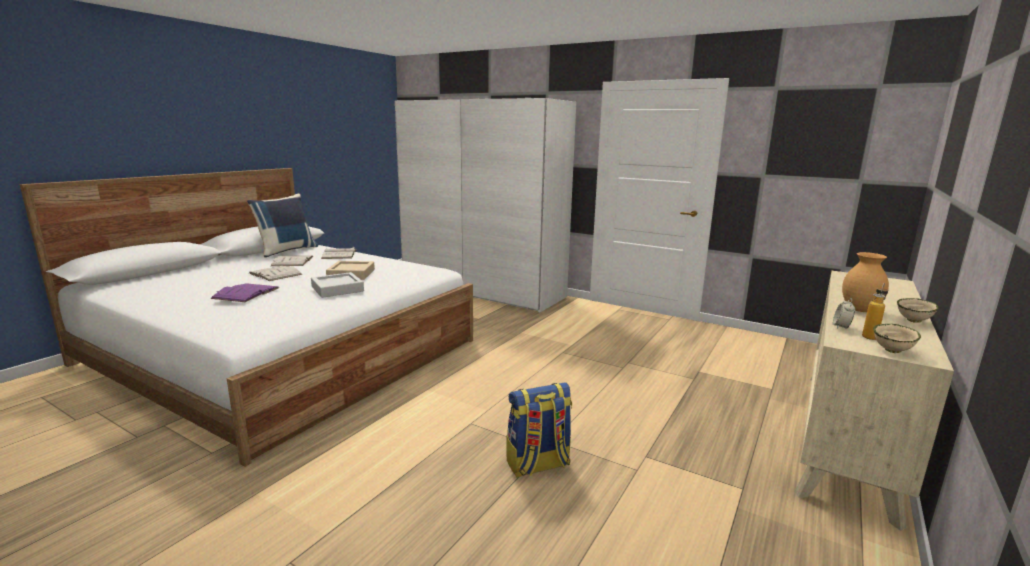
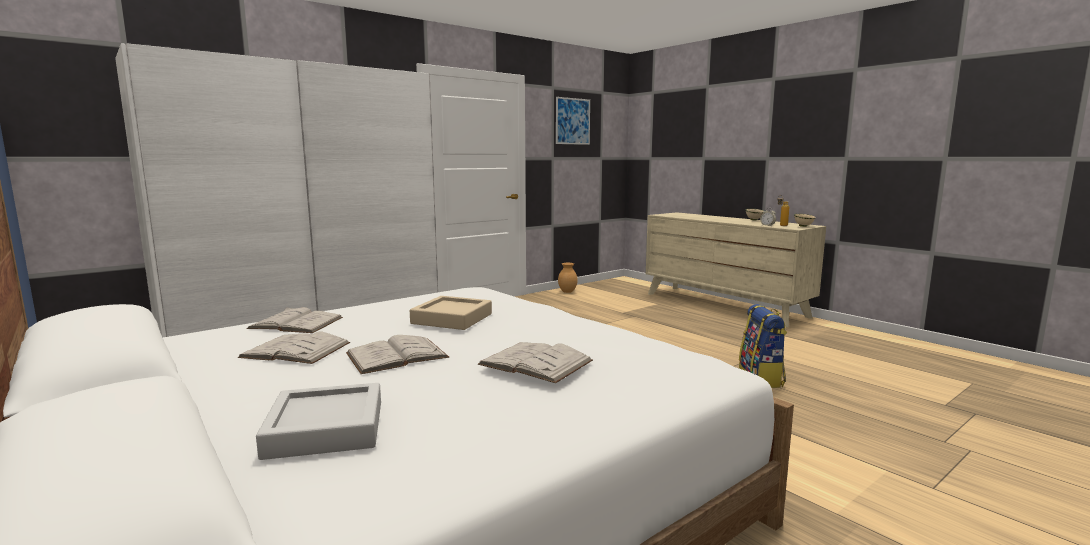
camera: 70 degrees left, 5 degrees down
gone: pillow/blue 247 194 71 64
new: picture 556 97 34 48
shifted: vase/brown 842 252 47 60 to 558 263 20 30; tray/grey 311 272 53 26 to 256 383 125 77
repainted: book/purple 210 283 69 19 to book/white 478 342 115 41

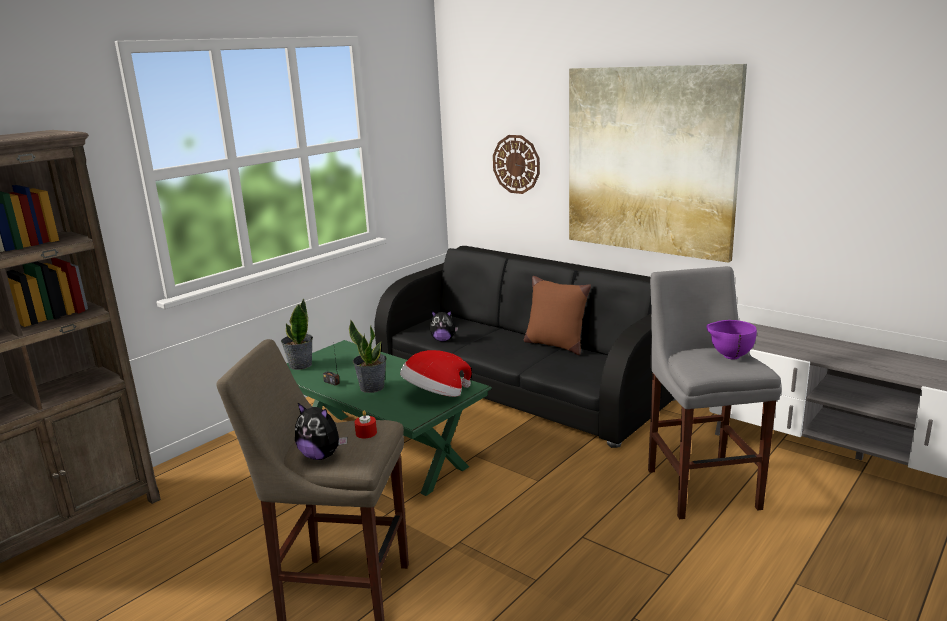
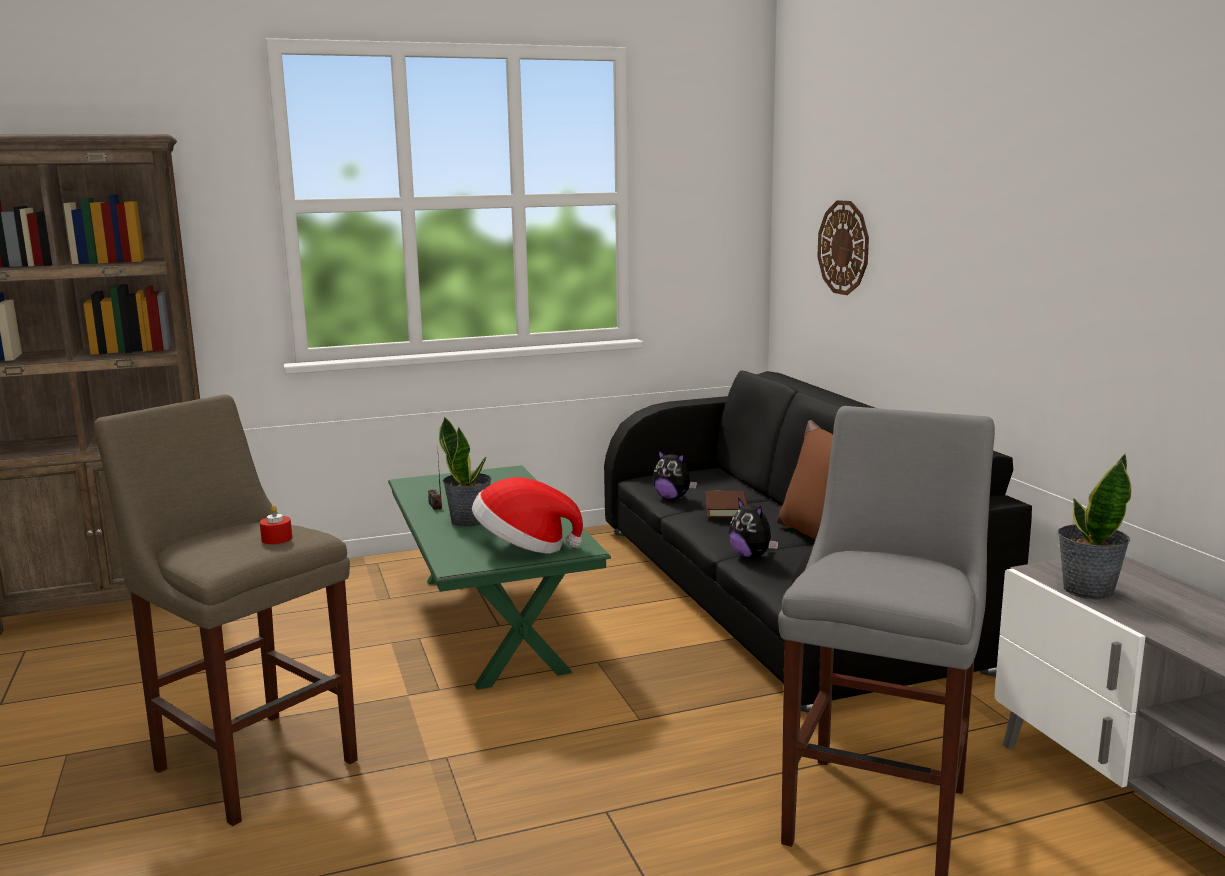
camera: 30 degrees right, 5 degrees down
gone: picture 569 64 178 199; bowl/purple 706 320 51 39
new: book/brown 705 491 43 27
shifted: potted plant 281 299 32 71 to 1058 453 73 147; plush toy 295 403 52 57 to 729 498 49 61

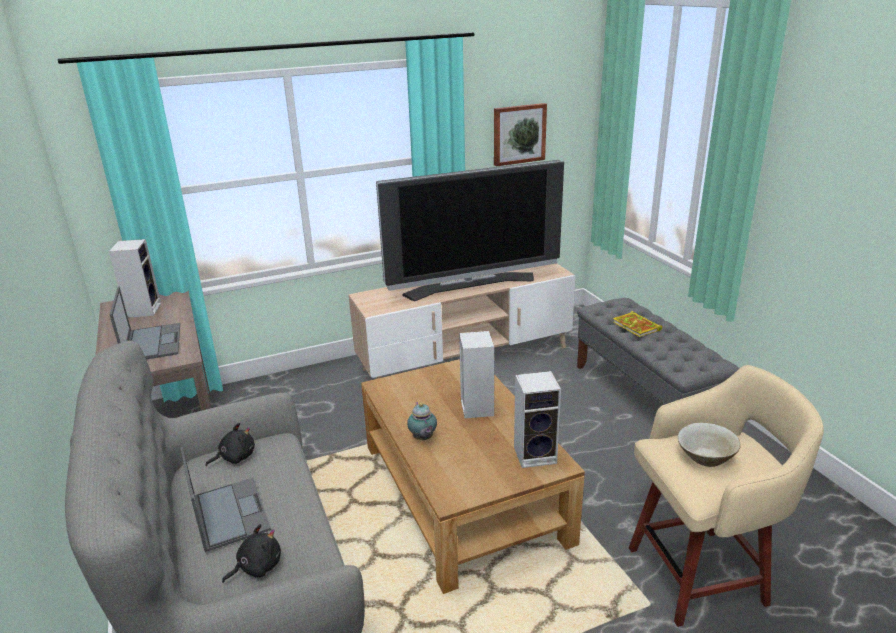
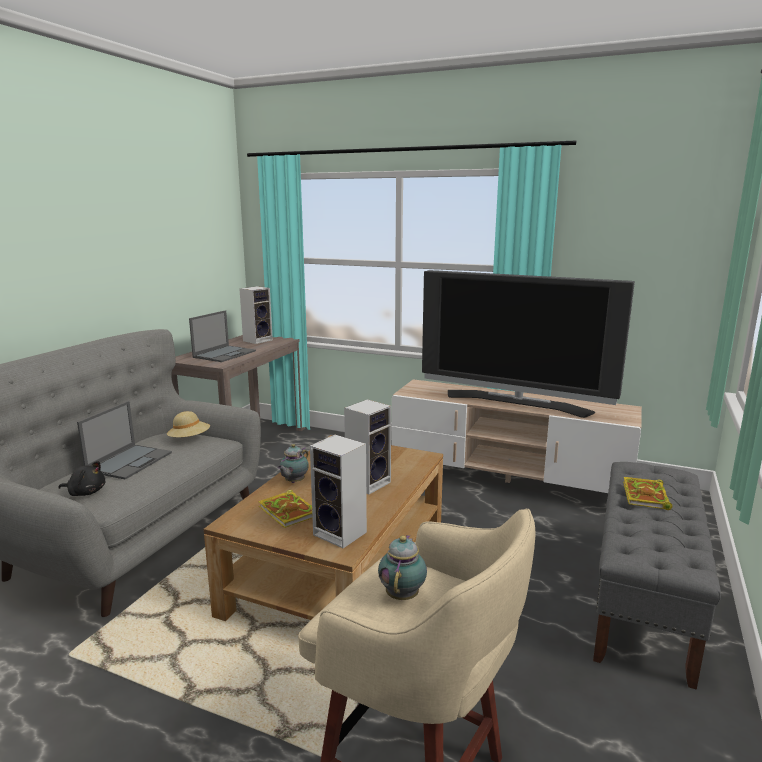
camera: 45 degrees right, 10 degrees down
gone: picture 494 103 53 64
new: book 259 490 54 38
swapped: plush toy/black 206 423 49 43 to hat/beige 167 411 43 26; bowl/beige 678 423 63 44 to teapot 378 535 49 65

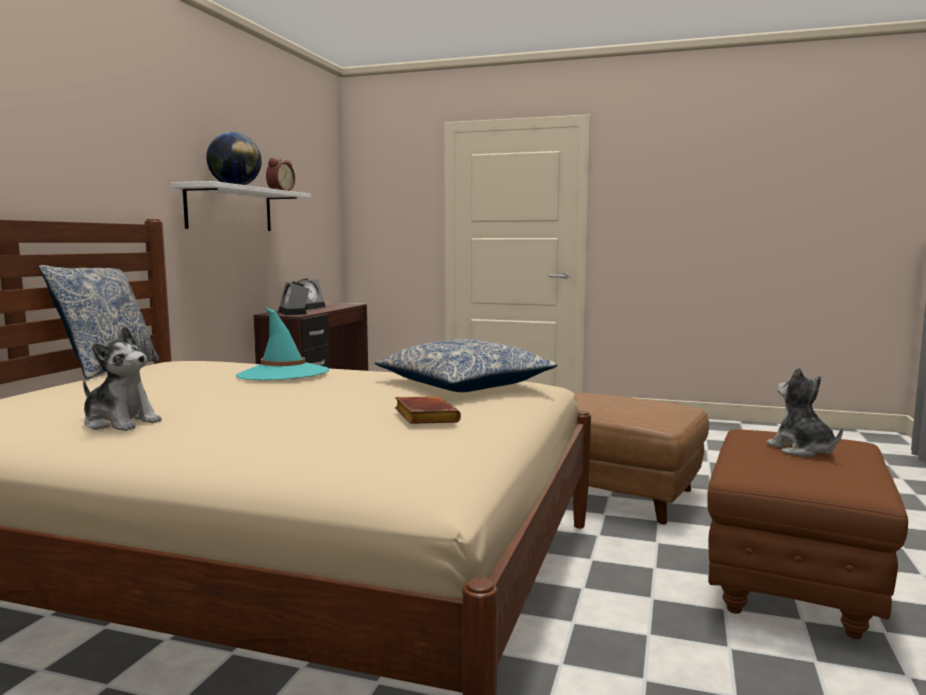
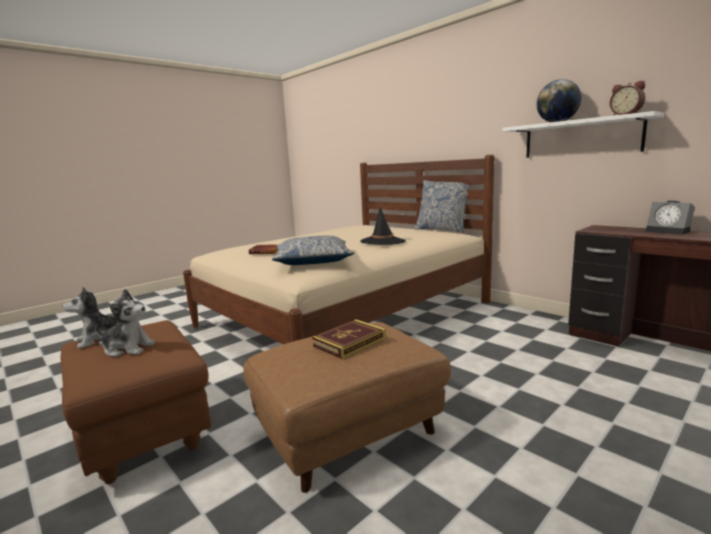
camera: 120 degrees right, 5 degrees up
gone: alarm clock 278 281 32 34
new: book 312 319 74 40
shifted: plush toy 83 326 79 105 to 62 287 56 62
repainted: hat/turquoise 236 307 93 73 to hat/black 360 207 46 38

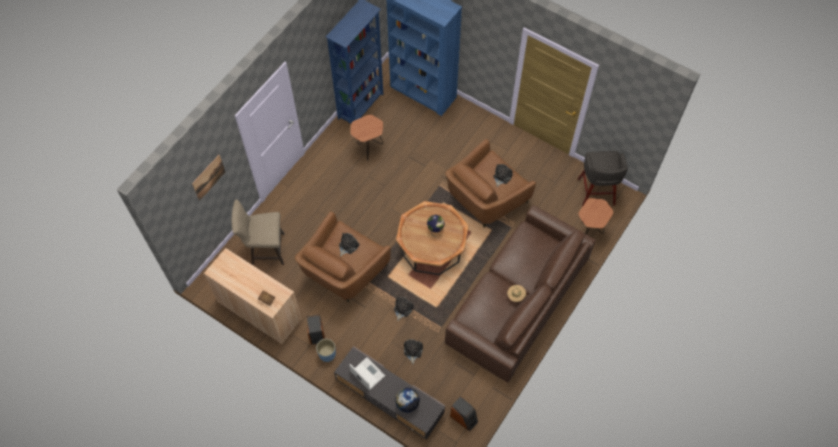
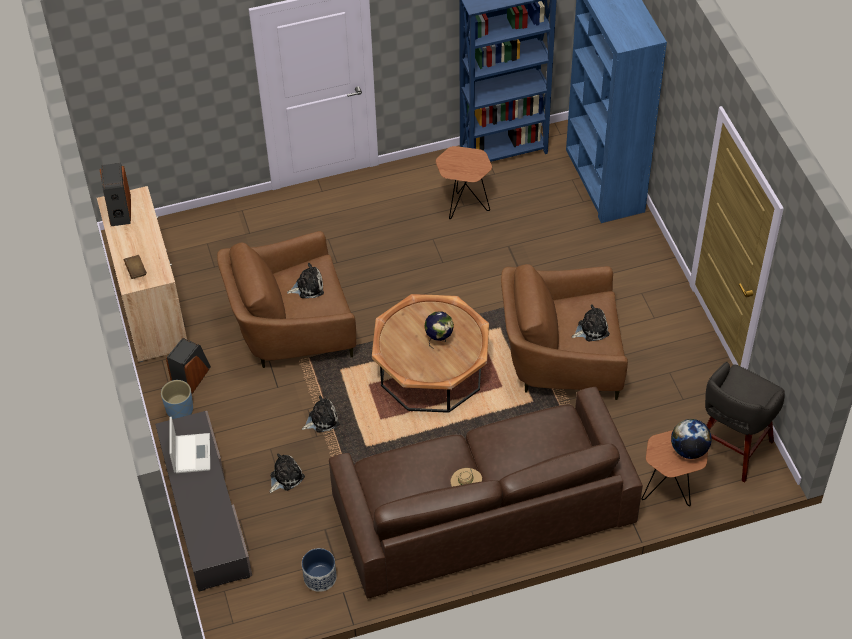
camera: 40 degrees right, 10 degrees down
gone: picture 192 155 33 46; stool/beige 231 199 54 66
new: planter 302 548 35 44
shifted: globe 395 388 25 25 to 671 419 41 40; speaker 450 396 28 35 to 100 163 31 63

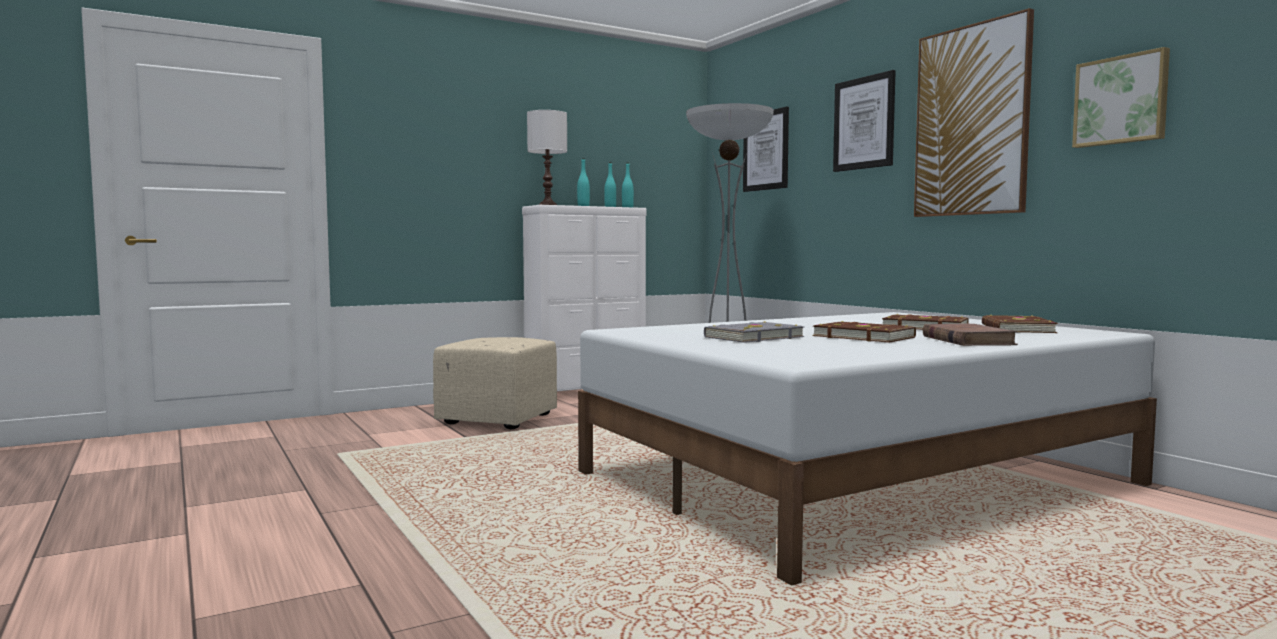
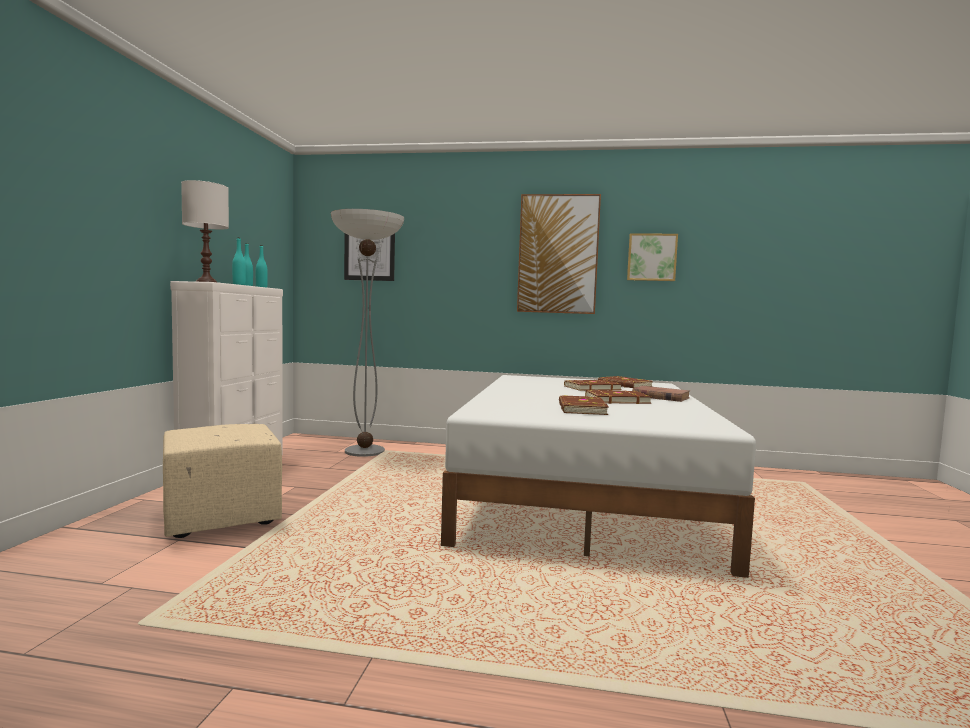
camera: 50 degrees left, 0 degrees up
gone: picture 833 70 63 102
repainted: book/grey 704 321 100 22 to book/brown 559 395 50 20

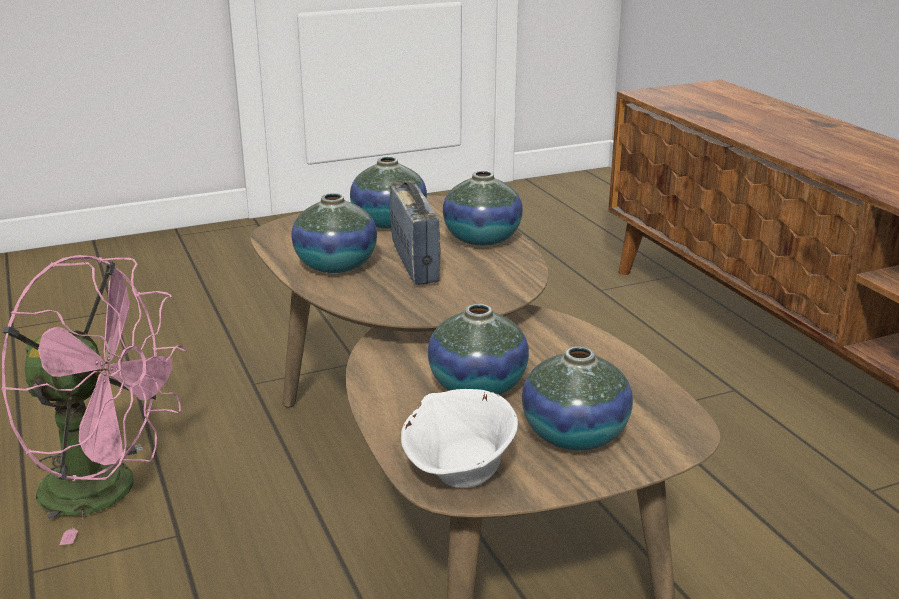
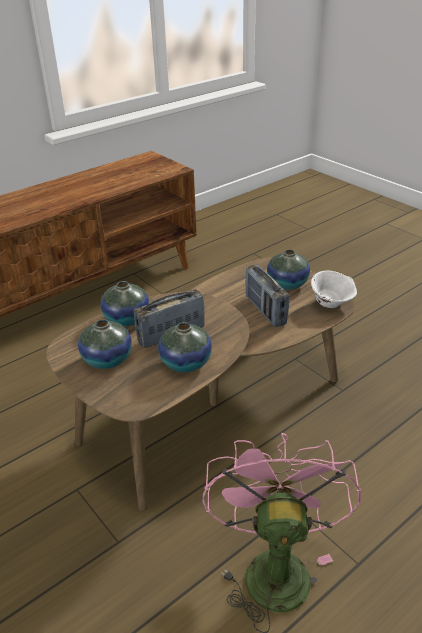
camera: 105 degrees left, 10 degrees up
swapped: vase 428 304 101 91 to radio 245 265 44 62

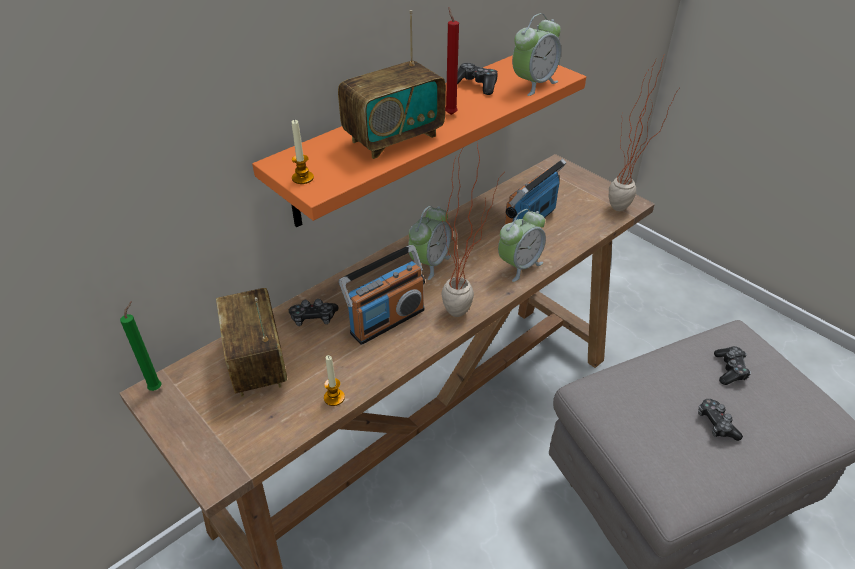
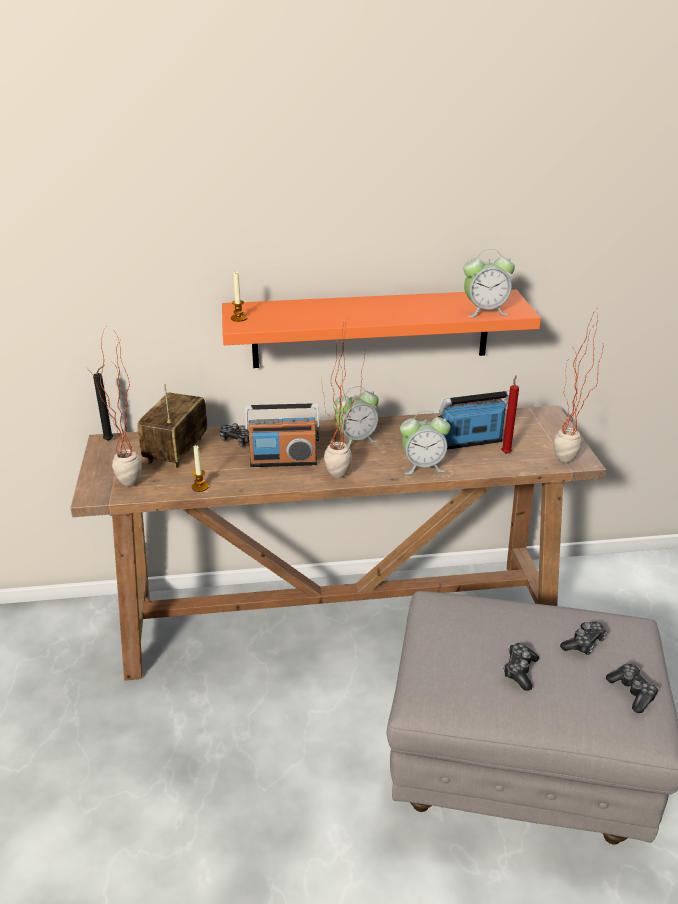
camera: 35 degrees right, 10 degrees down
gone: radio 338 10 108 149
new: potted plant 93 327 49 160
shifted: candle/red 445 7 14 108 to 501 375 18 79; game controller 457 63 41 32 to 606 663 53 50
repainted: candle/green 120 301 42 90 to candle/black 93 365 20 76

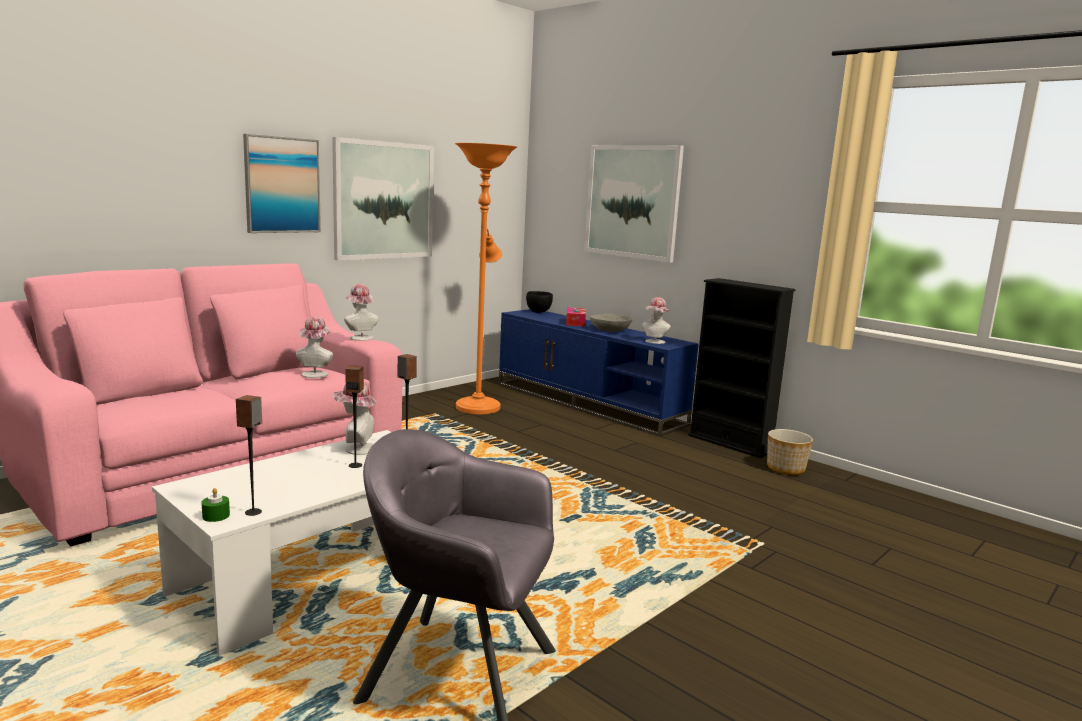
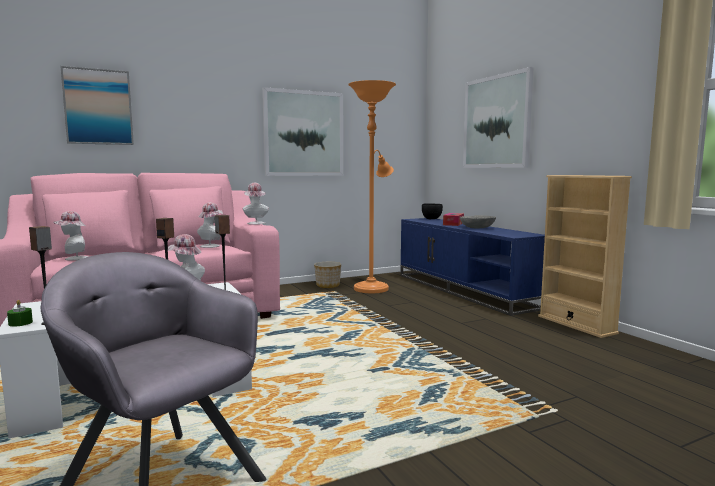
camera: 20 degrees right, 5 degrees down
shifted: picture 243 134 78 99 to 60 66 74 79; hat 643 297 28 47 to 53 211 36 50; planter 767 429 46 46 to 314 262 27 26
repainted: bookcase/black 688 278 108 180 to bookcase/beige 538 175 94 163

